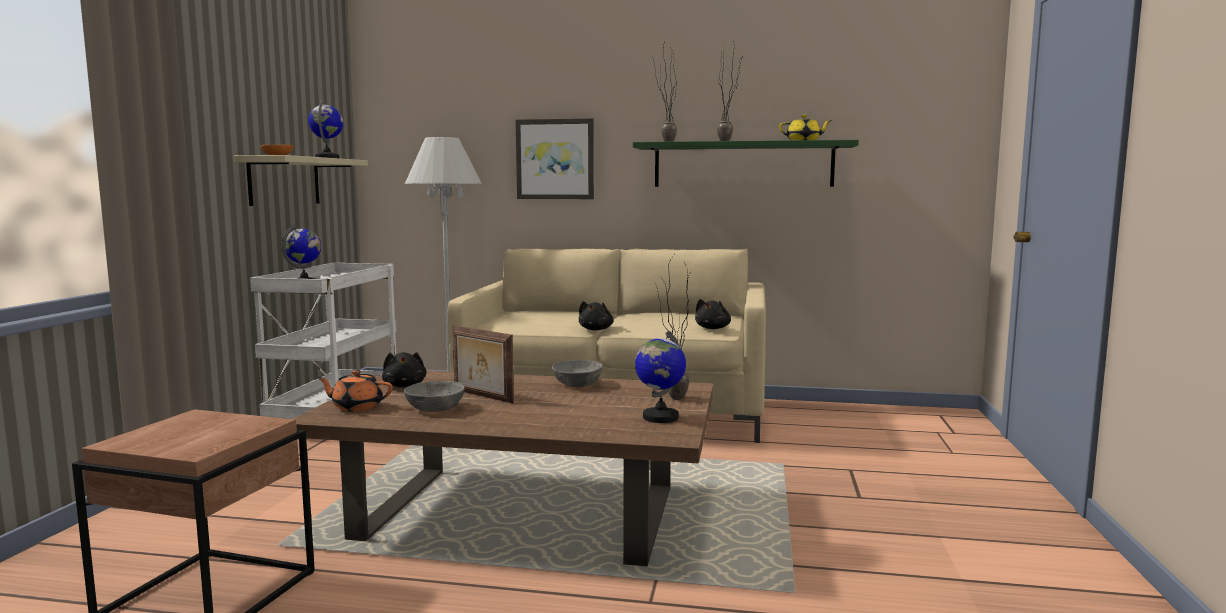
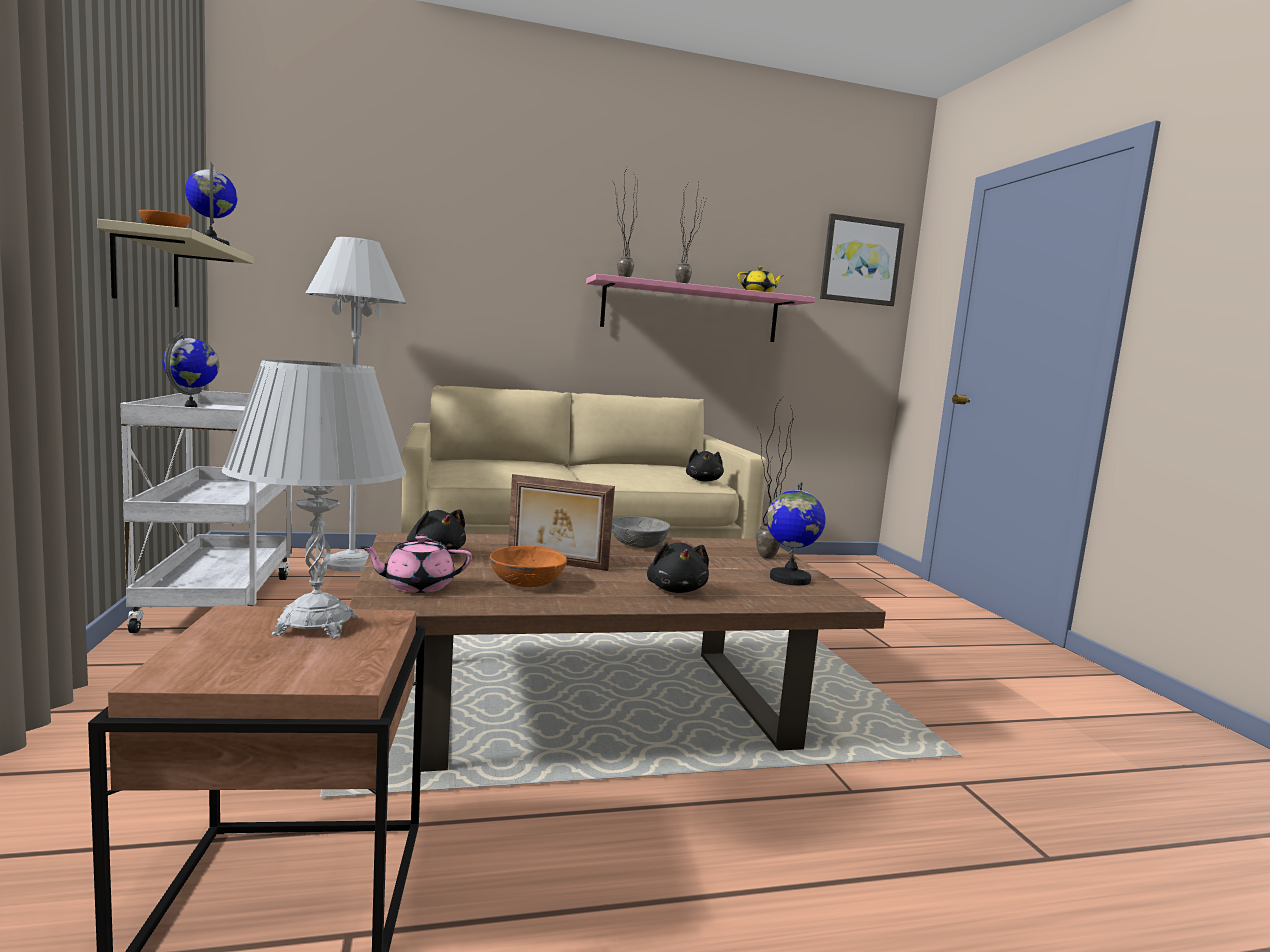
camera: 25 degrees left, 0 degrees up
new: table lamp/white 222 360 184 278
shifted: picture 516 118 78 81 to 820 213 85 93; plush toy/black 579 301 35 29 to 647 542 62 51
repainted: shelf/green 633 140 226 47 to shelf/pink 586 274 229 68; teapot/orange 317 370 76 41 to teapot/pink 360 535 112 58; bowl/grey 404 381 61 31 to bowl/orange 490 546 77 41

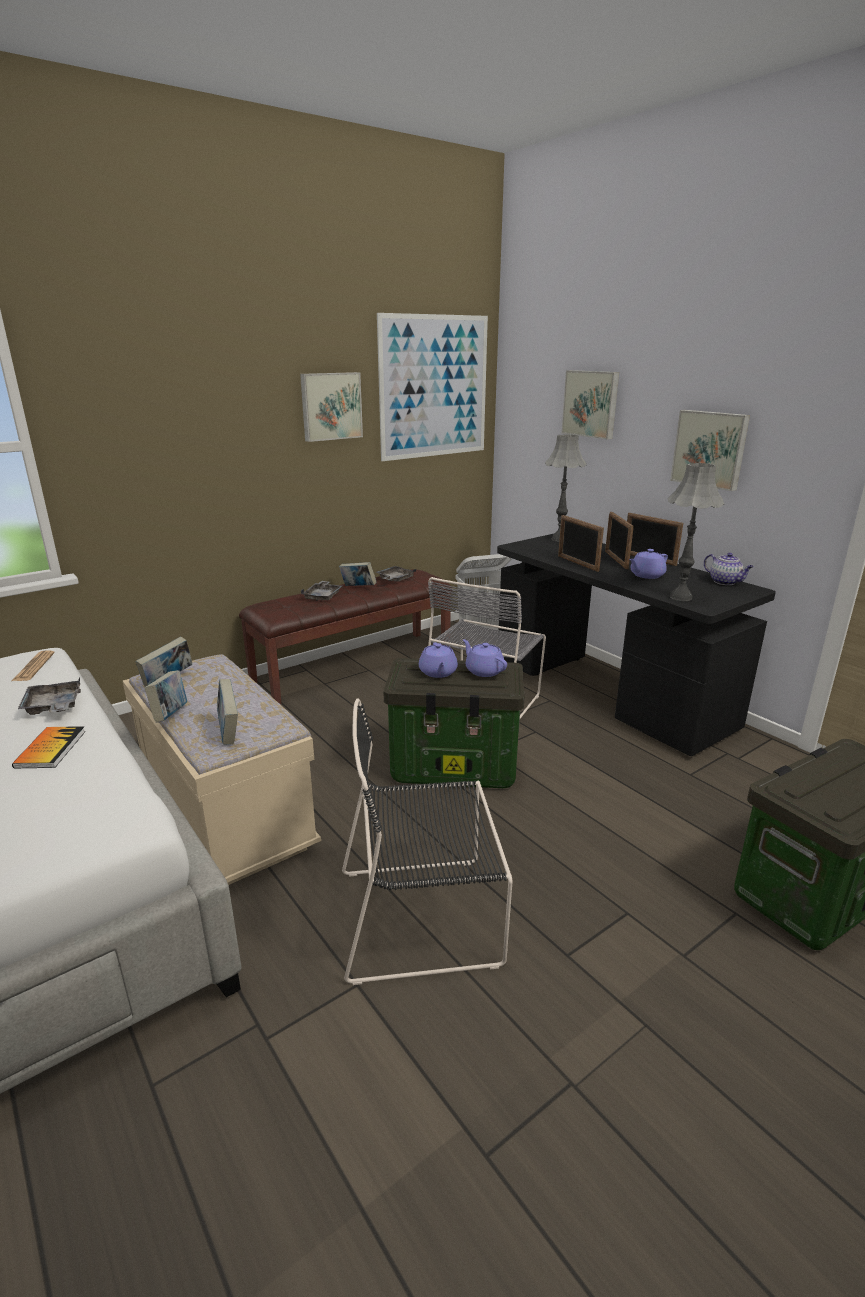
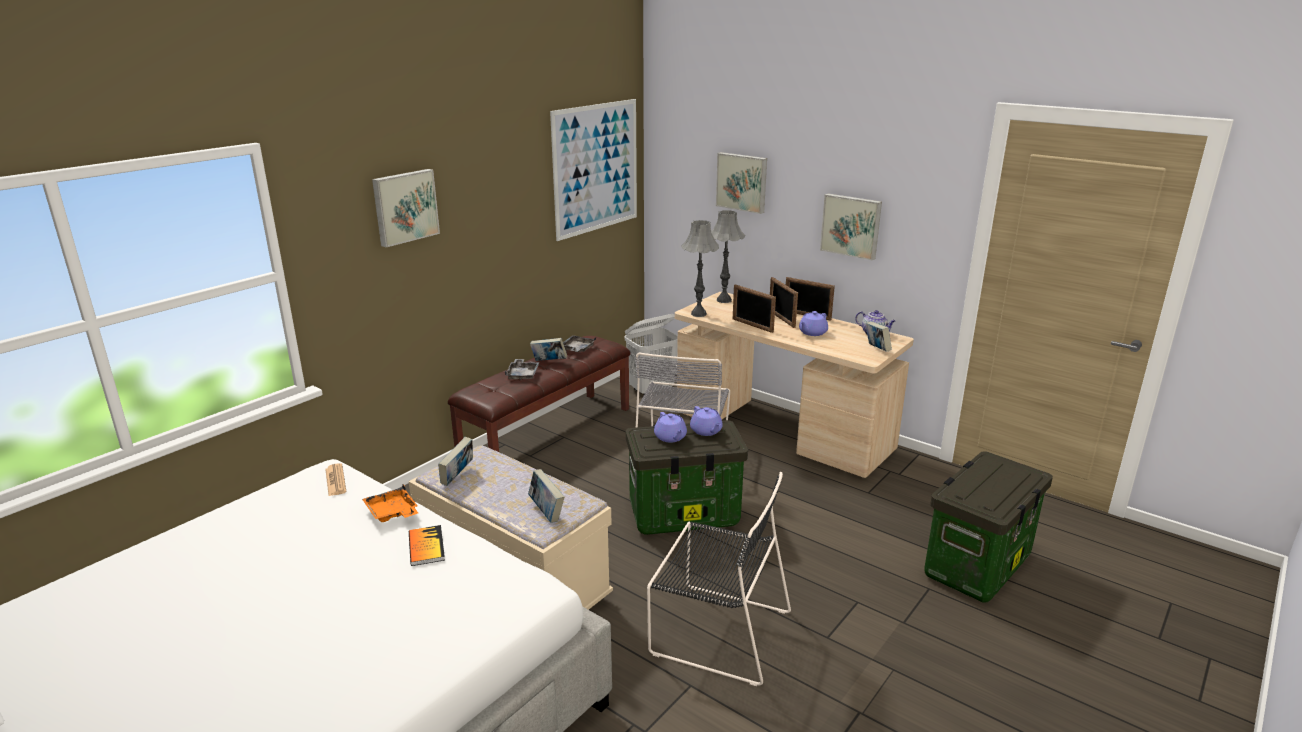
camera: 15 degrees left, 0 degrees up
shifted: picture 300 372 63 70 to 372 169 68 78; table lamp/grey 667 463 57 138 to 681 220 38 97; book 145 670 42 52 to 866 321 26 31
repainted: desk/black 497 533 279 223 to desk/beige 675 292 239 186; tray/grey 18 677 63 38 to tray/orange 362 484 56 38
rotated: teapot/purple 463 639 44 38 = 690 406 33 30 150 degrees counterclockwise; chair/black 342 699 170 286 = 647 472 144 214 135 degrees counterclockwise

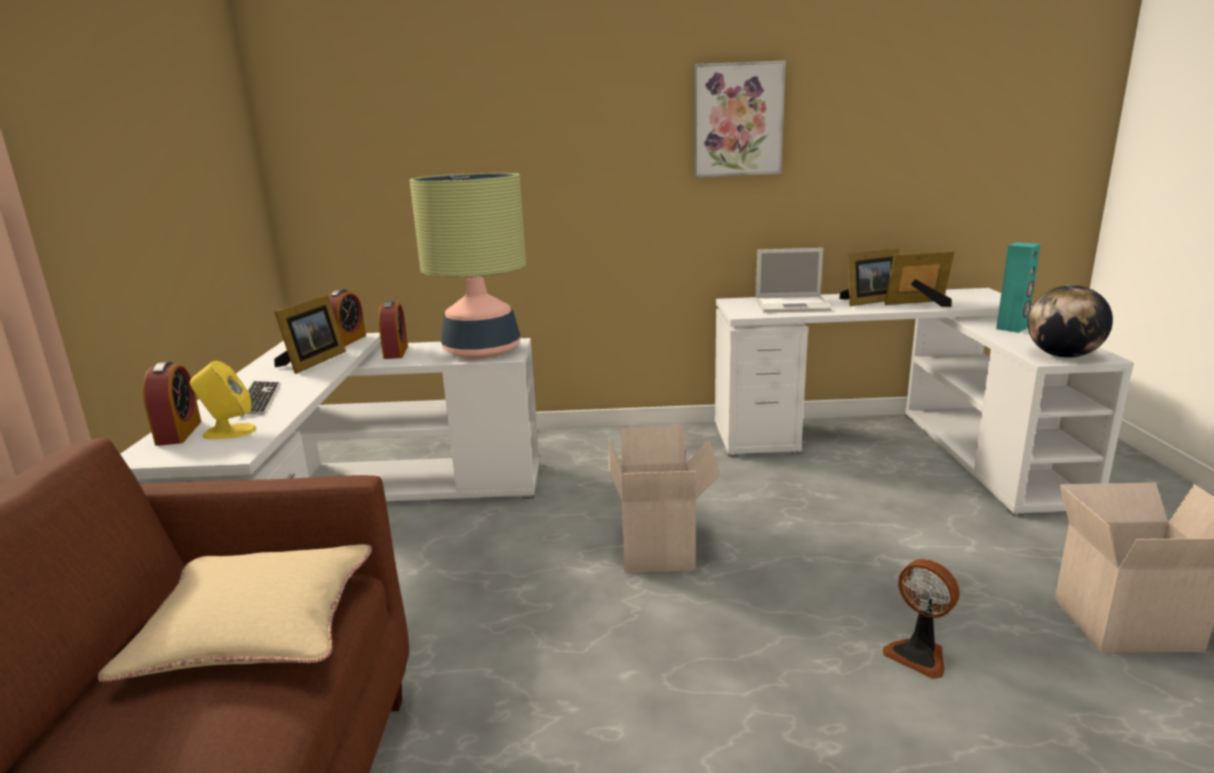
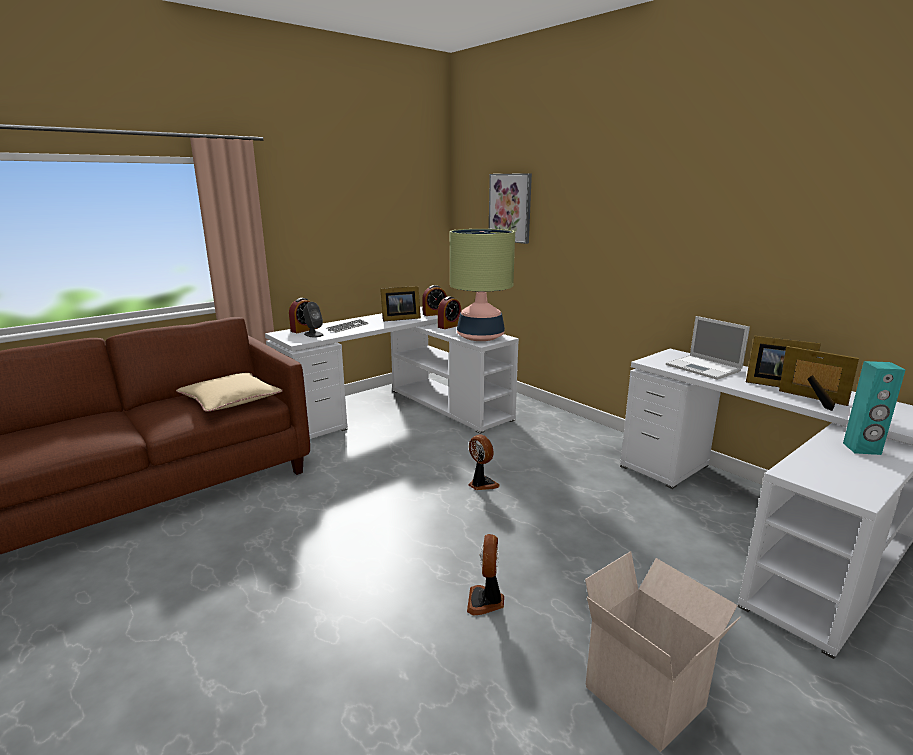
camera: 50 degrees right, 0 degrees up
gone: globe 1028 285 85 73
shifted: picture 694 61 92 117 to 489 173 43 71
swapped: cardboard box 609 426 112 147 to fan 468 434 32 56
repainted: speaker/yellow 190 361 66 78 to speaker/grey 303 302 20 35

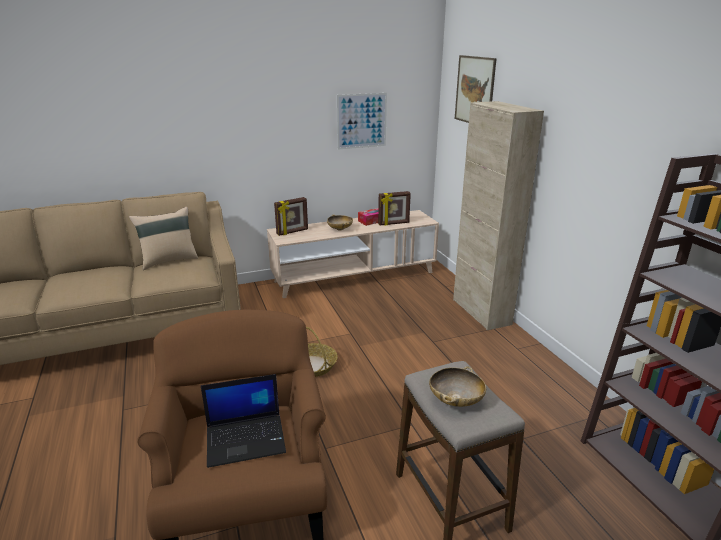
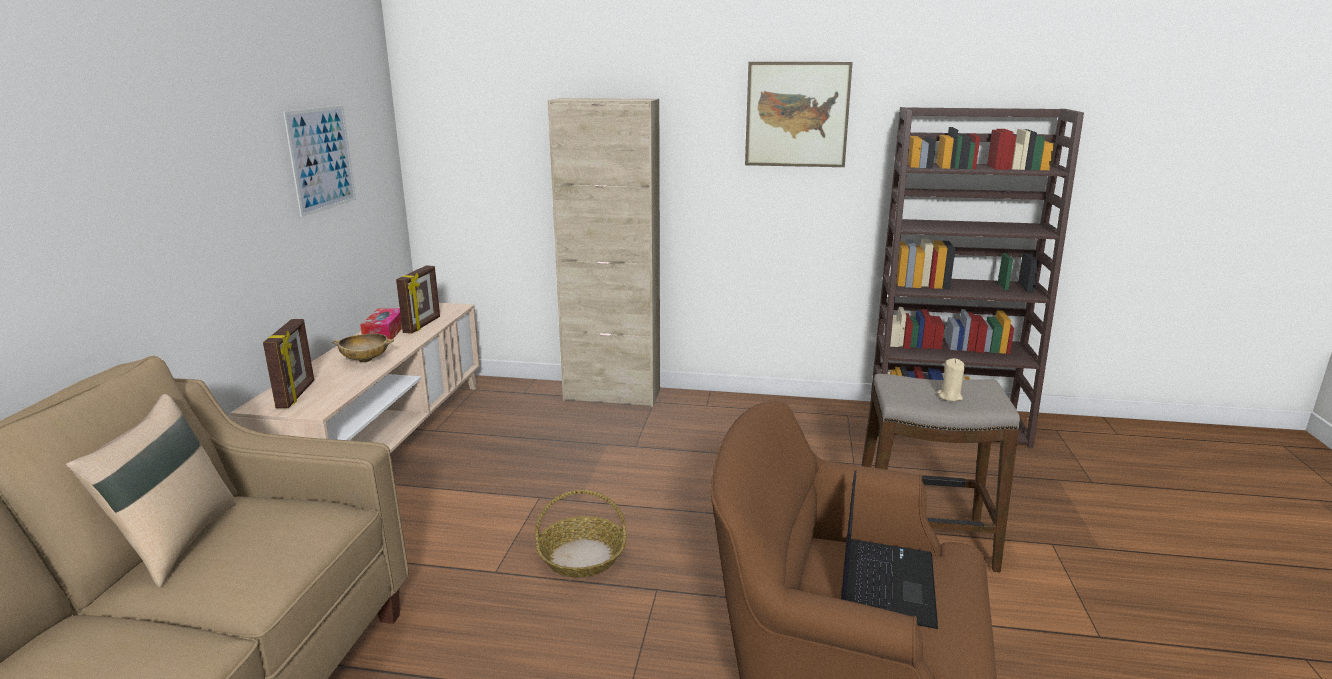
camera: 60 degrees left, 5 degrees down
shifted: picture 455 55 42 68 to 745 62 108 105
swapped: bowl/beige 429 366 57 41 to candle/beige 937 358 28 43

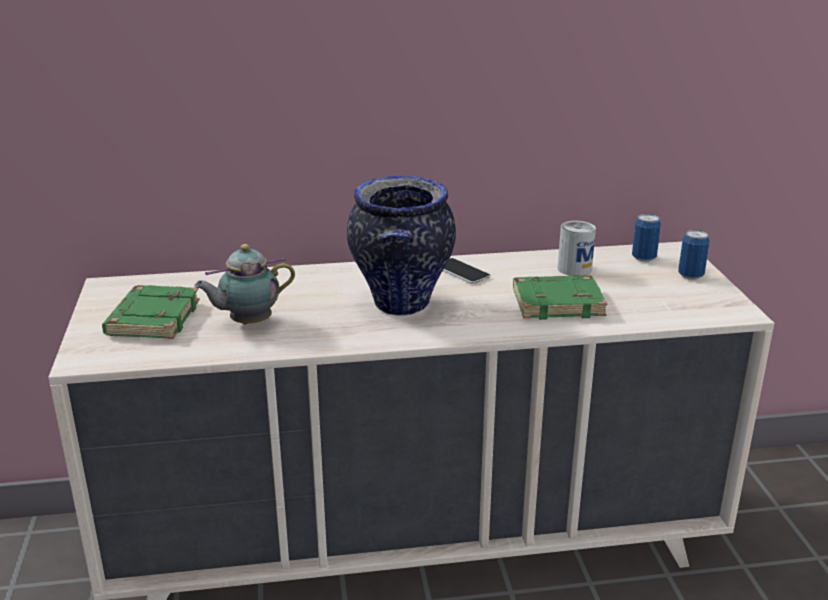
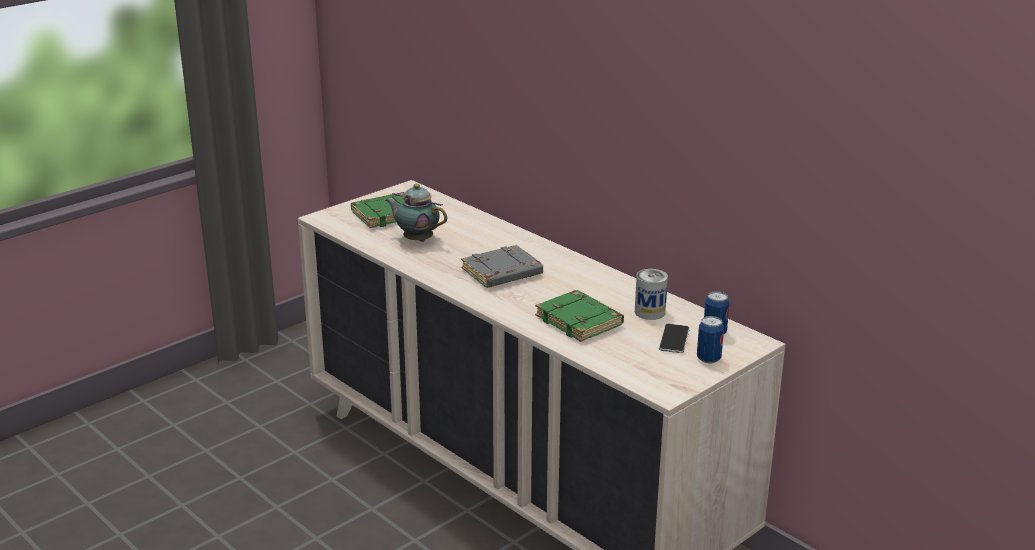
camera: 55 degrees right, 0 degrees up
shifted: phone 443 258 47 26 to 659 324 31 29
swapped: vase 347 176 109 140 to book/grey 461 245 82 43

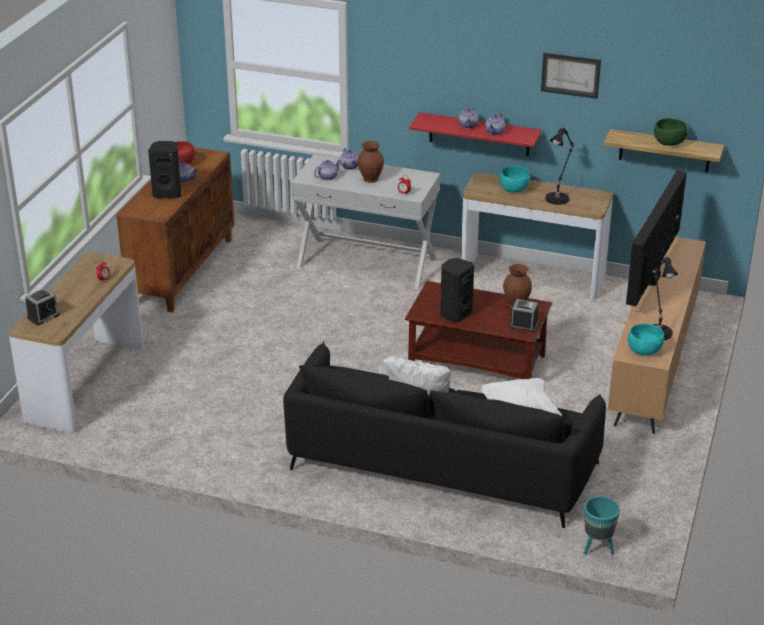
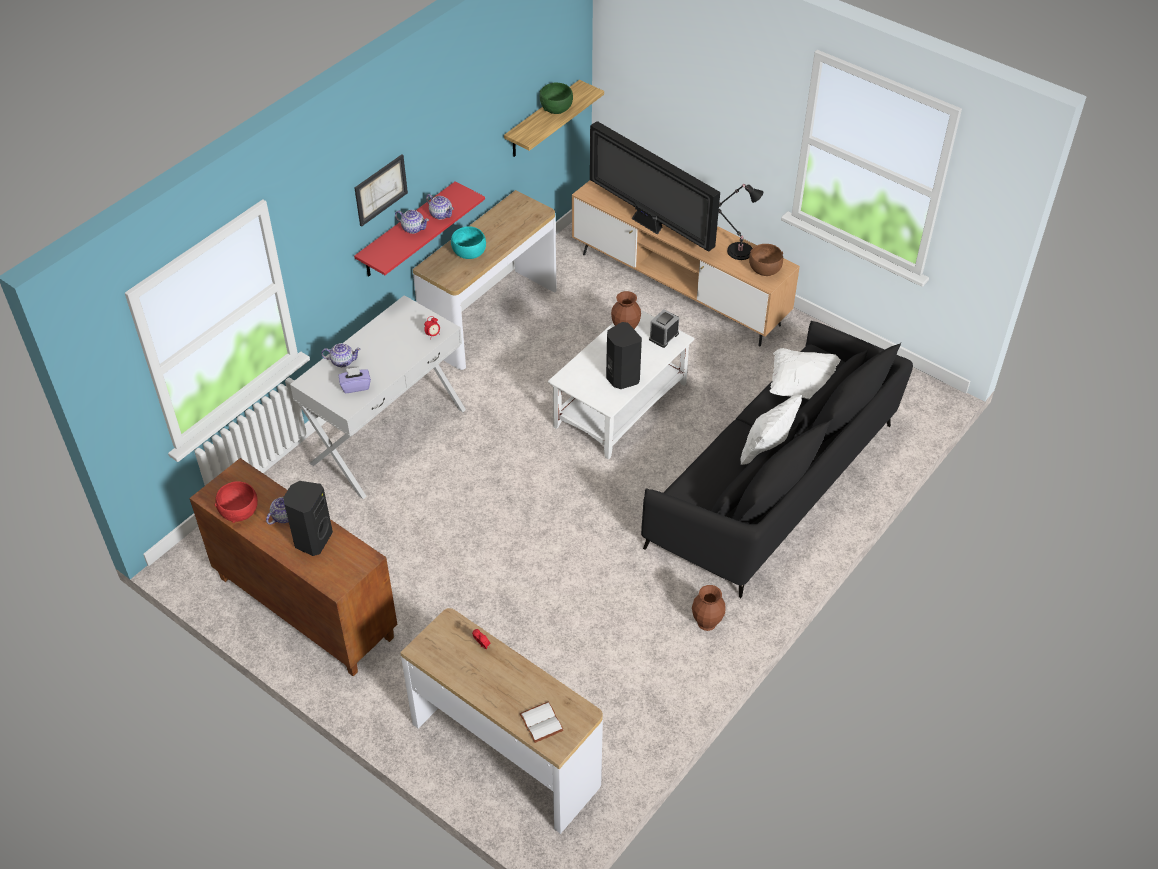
camera: 70 degrees left, 15 degrees up
gone: table lamp/black 545 126 29 79; planter/turquoise 583 496 37 59
shifted: picture 541 53 60 46 to 355 155 53 72; vase/brown 358 141 26 42 to 692 585 33 46
swapped: teapot 314 160 27 20 to tissue box/purple 338 367 33 26; alarm clock 25 288 35 37 to book/white 519 701 45 42
repainted: coffee table/brown 405 281 147 98 to coffee table/white 548 310 147 150; bowl/turquoise 628 324 36 31 to bowl/brown 749 244 34 32

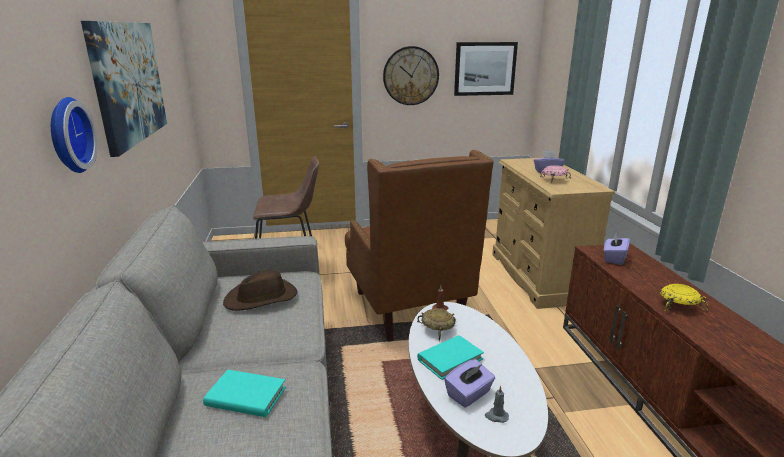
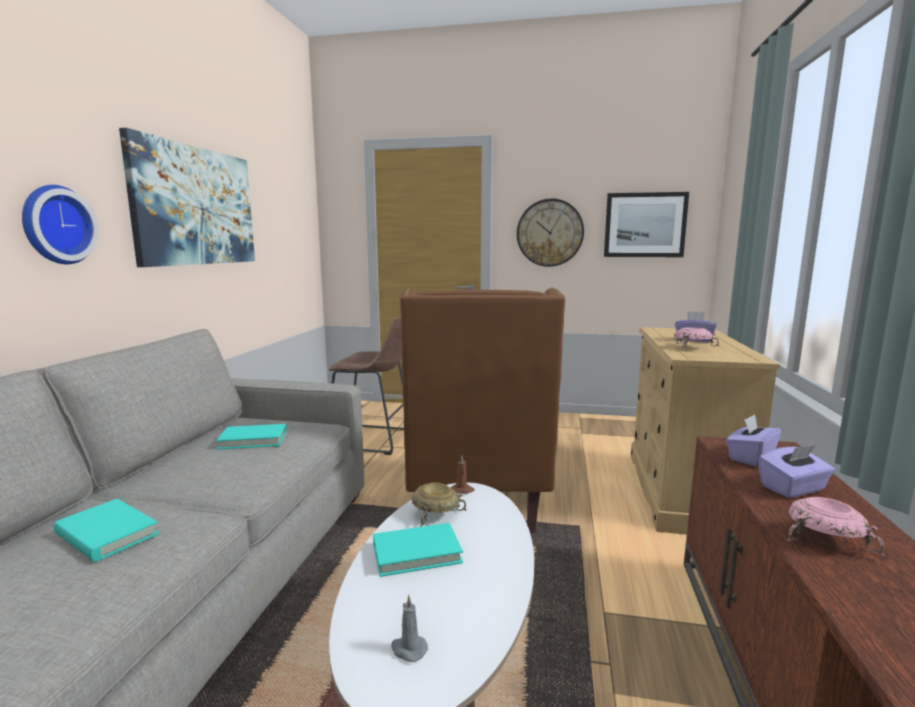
camera: 20 degrees right, 10 degrees down
shifted: tissue box/purple 444 359 51 49 to 758 445 77 53
swapped: hat/brown 223 270 74 41 to book/turquoise 216 424 70 26
repainted: bowl/yellow 660 284 48 27 to bowl/pink 787 497 97 59

